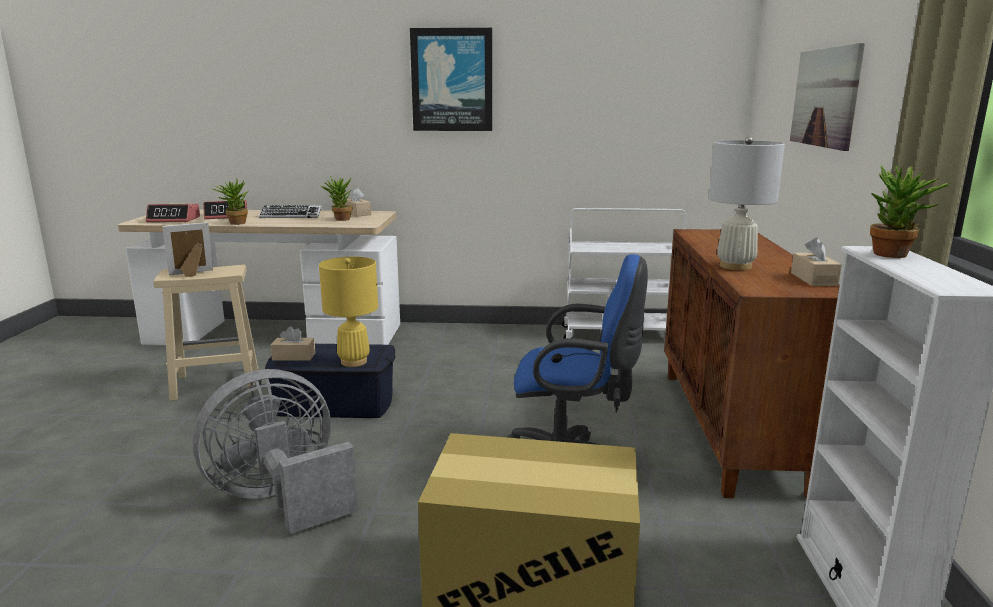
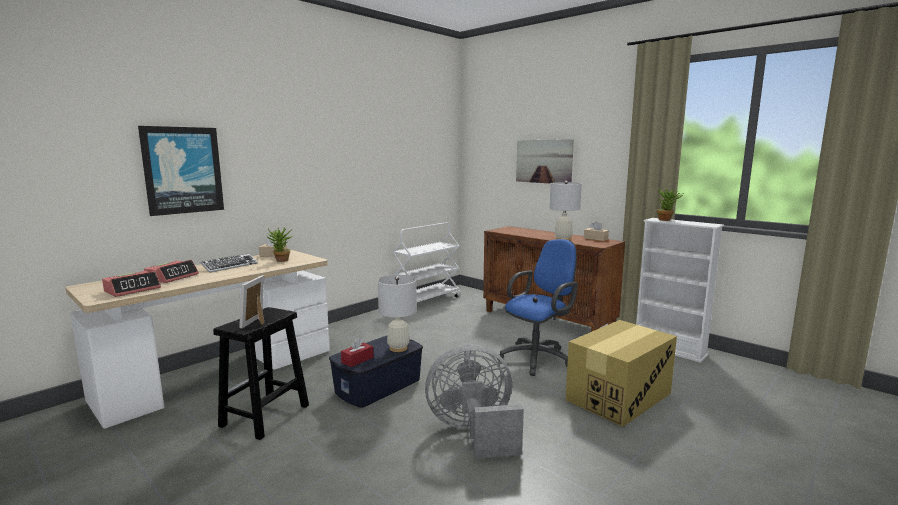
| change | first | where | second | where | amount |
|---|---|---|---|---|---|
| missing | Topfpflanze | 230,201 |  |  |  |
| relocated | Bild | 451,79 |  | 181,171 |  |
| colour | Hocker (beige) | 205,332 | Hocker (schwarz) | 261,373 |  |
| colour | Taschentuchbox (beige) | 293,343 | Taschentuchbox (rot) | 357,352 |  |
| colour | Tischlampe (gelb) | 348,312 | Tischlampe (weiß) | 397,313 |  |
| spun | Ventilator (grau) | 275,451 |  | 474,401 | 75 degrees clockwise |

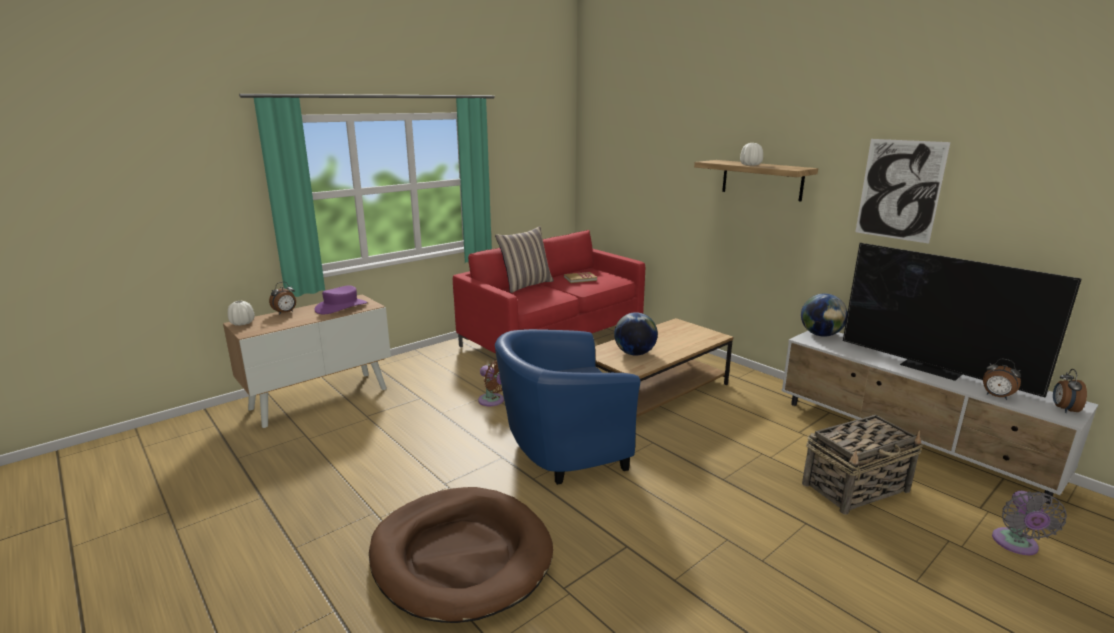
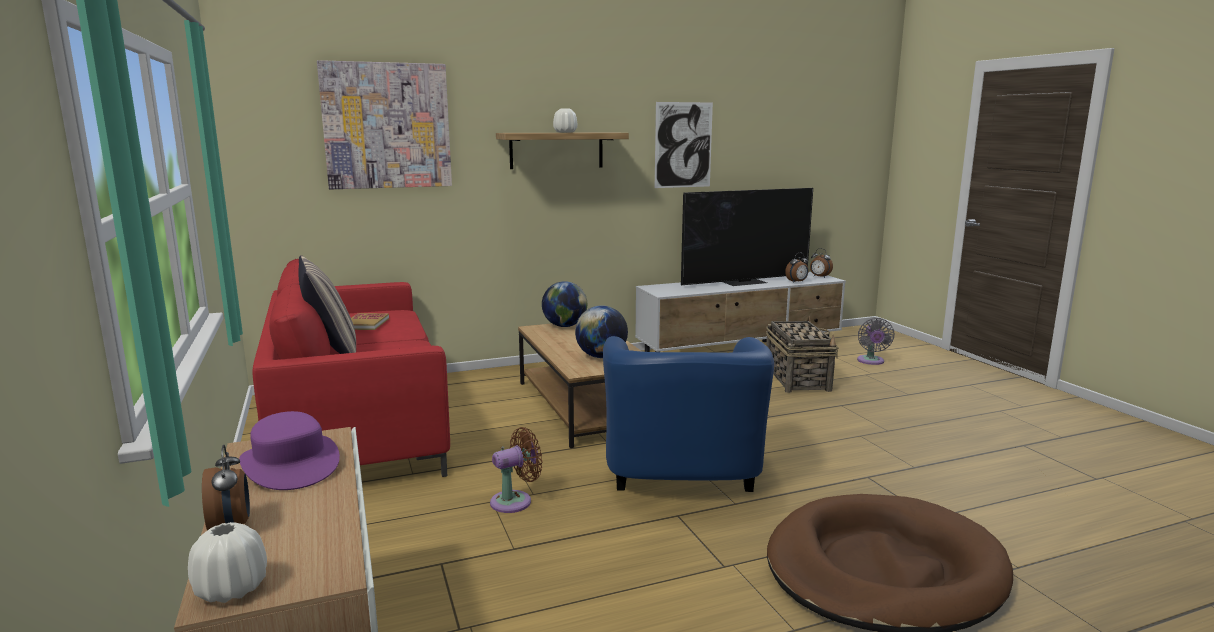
| change | first | where | second | where | amount |
|---|---|---|---|---|---|
| appeared |  |  | Bild | 384,124 |  |
| relocated | Globus | 824,315 |  | 564,304 |  |
| spun | Ventilator (grau) | 1029,523 |  | 875,341 | 60 degrees clockwise |

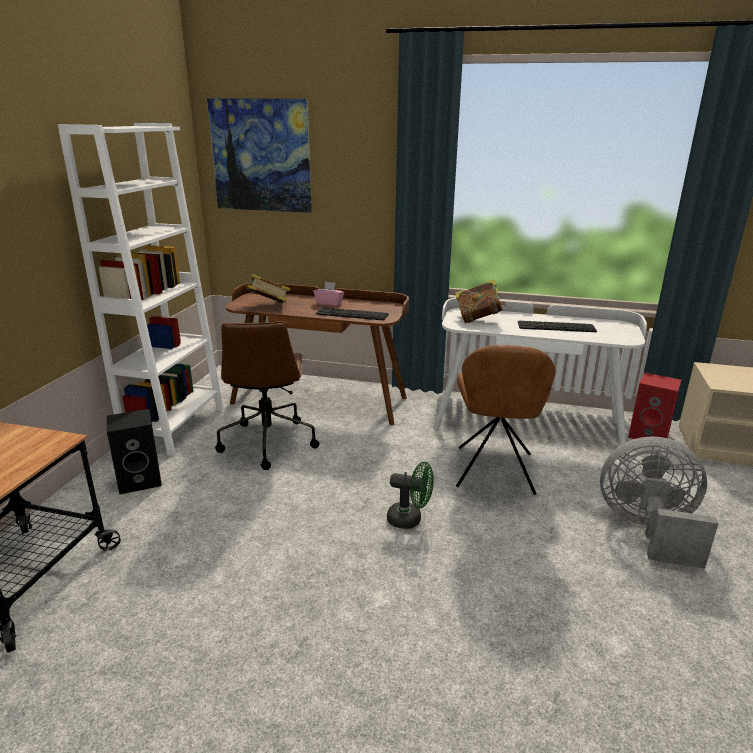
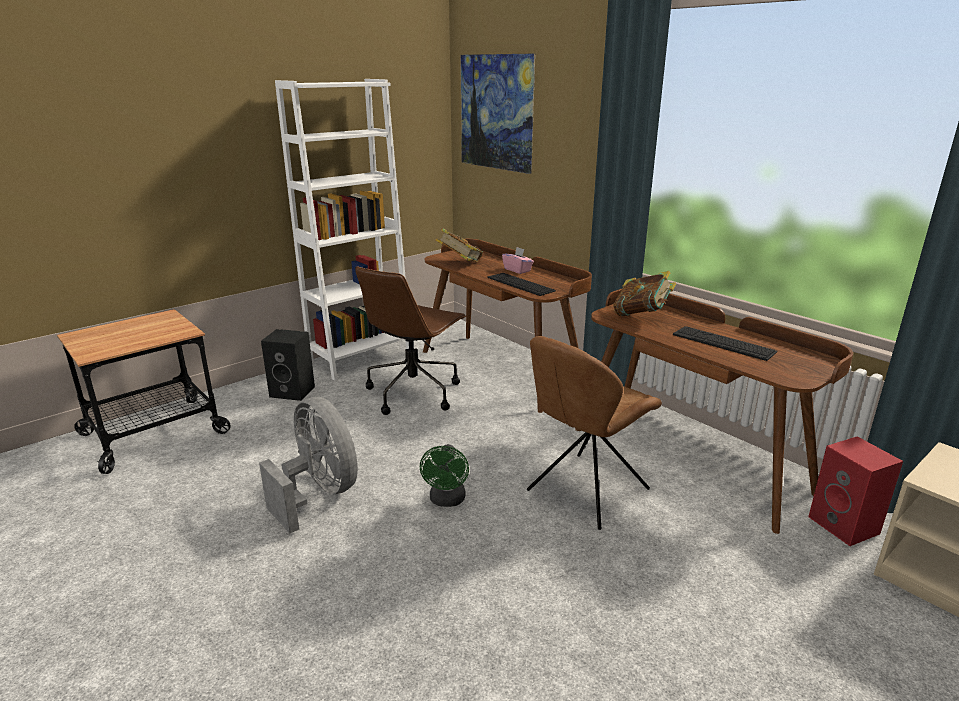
| change | first | where | second | where | amount |
|---|---|---|---|---|---|
| relocated | Ventilator (grau) | 659,502 |  | 308,465 |  |
| colour | Schreibtisch (weiß) | 540,376 | Schreibtisch (braun) | 714,411 |  |
| spun | Ventilator (grün) | 410,495 |  | 444,475 | 45 degrees clockwise |

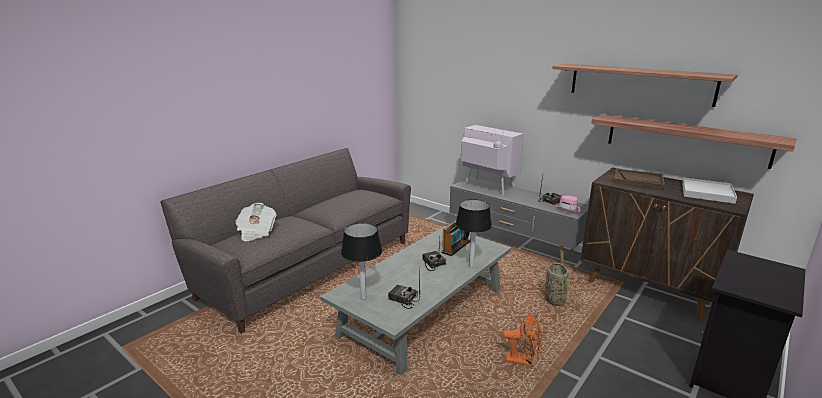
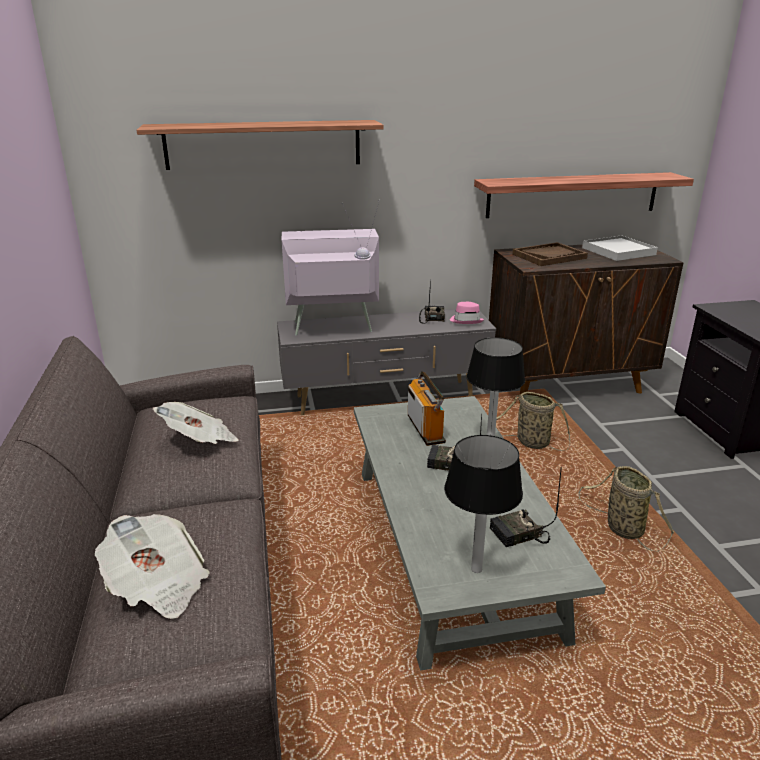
| change | first | where | second | where | amount |
|---|---|---|---|---|---|
| appeared |  |  | Zeitung | 196,423 |  |
| relocated | Wandregal | 644,85 |  | 260,145 |  |
| exchanged | Ventilator (orange) | 522,340 | Korb | 626,509 |  |

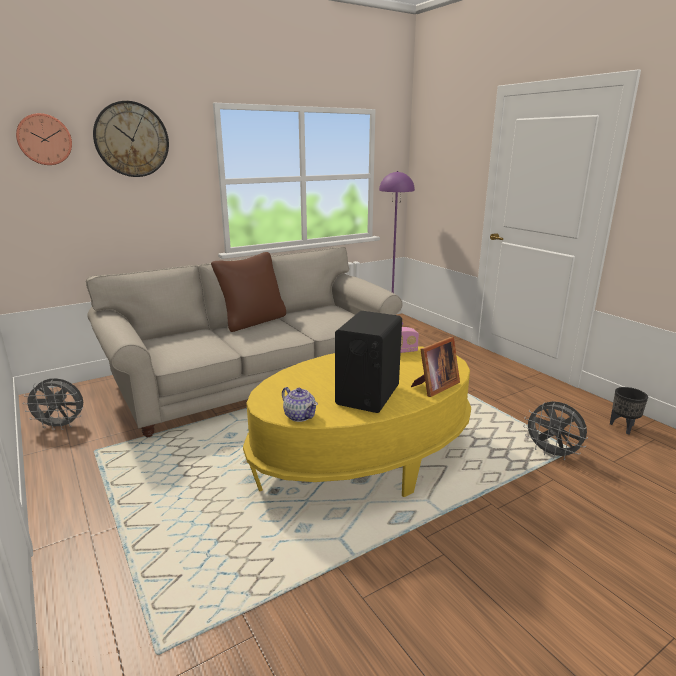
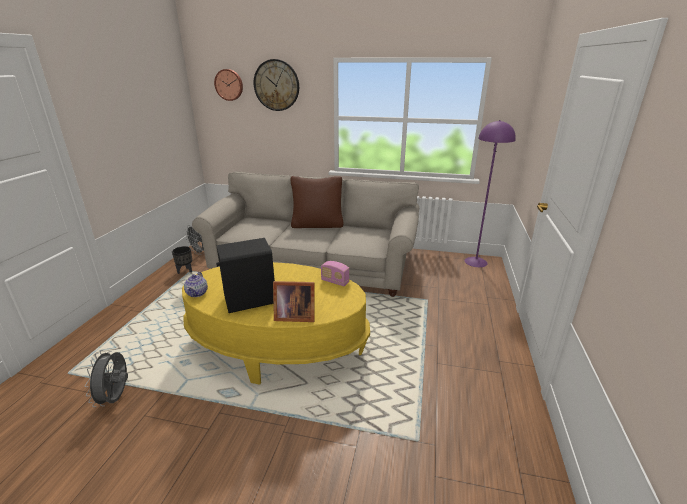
| change | first | where | second | where | amount |
|---|---|---|---|---|---|
| relocated | Ventilator (grau) | 555,430 |  | 106,378 |  |
| relocated | Pflanzkübel (schwarz) | 629,410 |  | 182,260 |  |

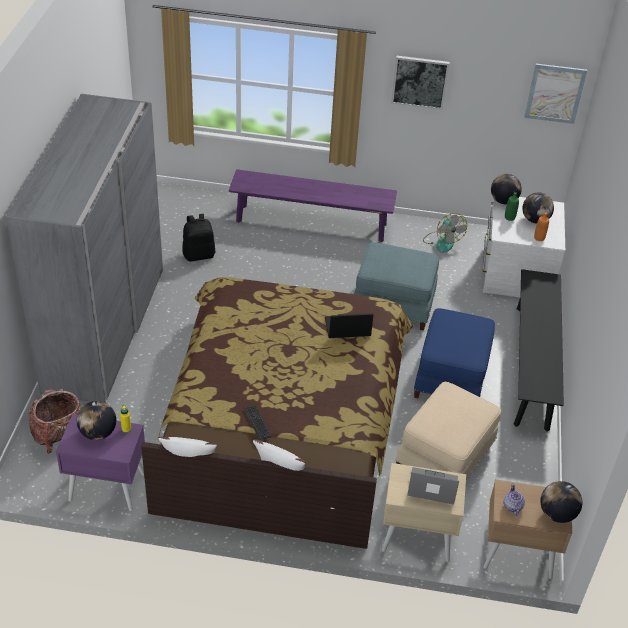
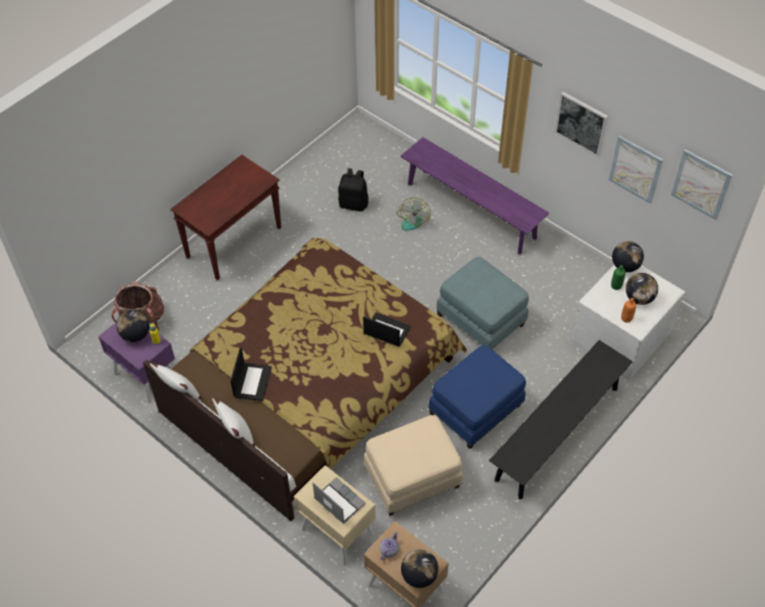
| change | first | where | second | where | amount |
|---|---|---|---|---|---|
| appeared |  |  | Bild | 635,170 |  |
| relocated | Ventilator | 445,233 |  | 414,214 |  |
| exchanged | Kleiderschrank (grau) | 84,248 | Konsolentisch (braun) | 225,217 |  |
| exchanged | Tastatur | 258,422 | Laptop | 251,374 |  |

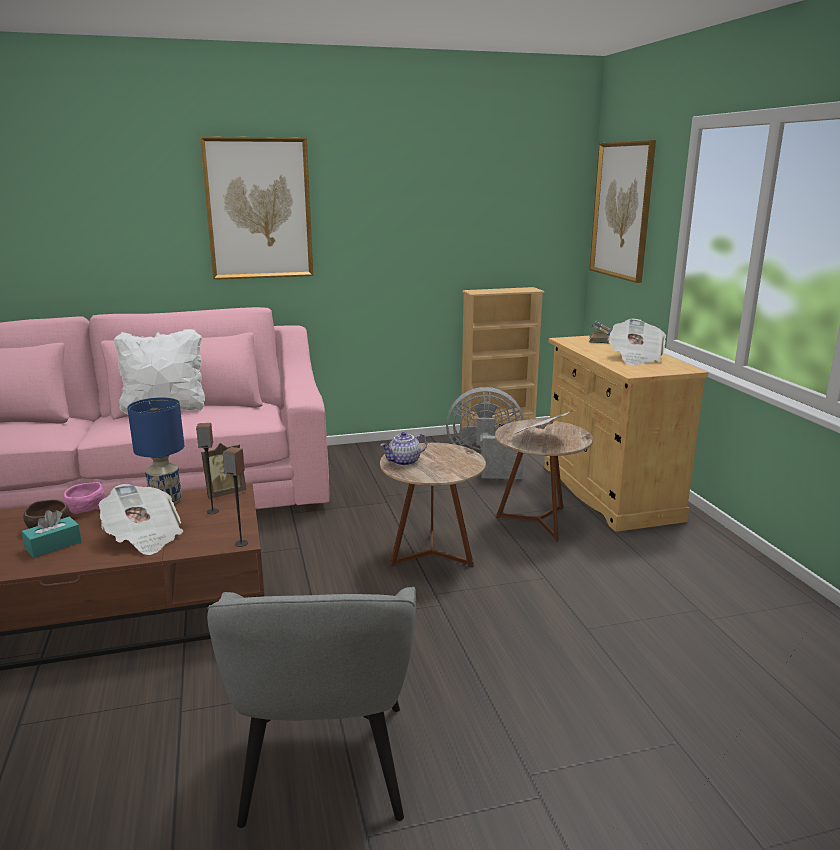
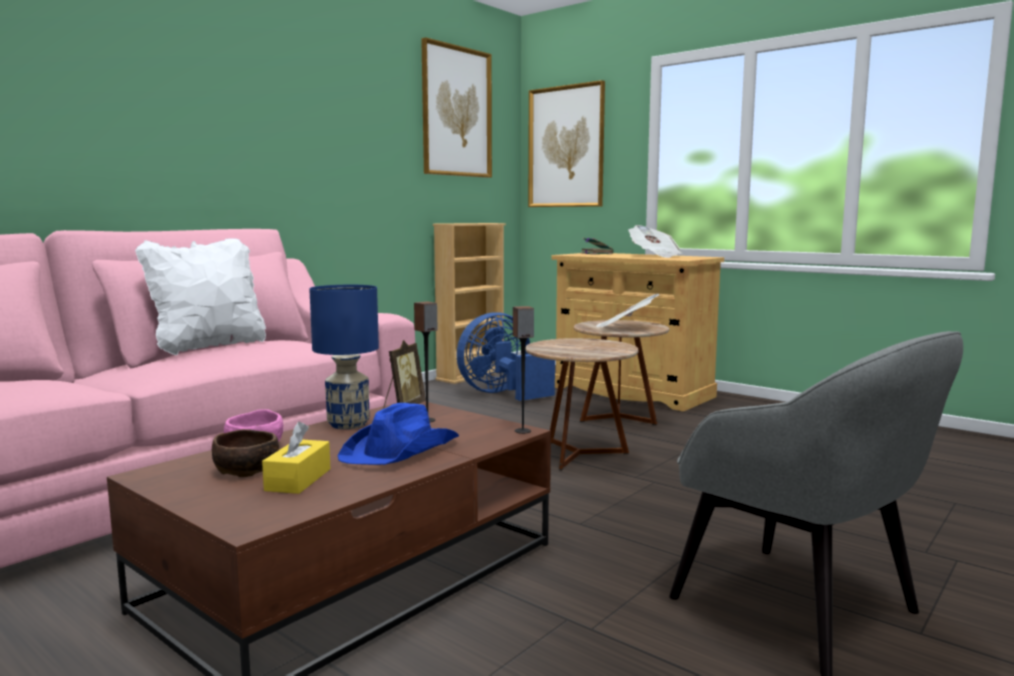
| change | first | where | second | where | amount |
|---|---|---|---|---|---|
| missing | Teekanne | 403,449 |  |  |  |
| relocated | Bild | 256,208 |  | 456,107 |  |
| exchanged | Zeitung | 141,519 | Hut (blau) | 398,434 |  |
| colour | Taschentuchbox (türkis) | 51,534 | Taschentuchbox (gelb) | 296,458 |  |
| colour | Ventilator (grau) | 485,433 | Ventilator (blau) | 505,356 |  |

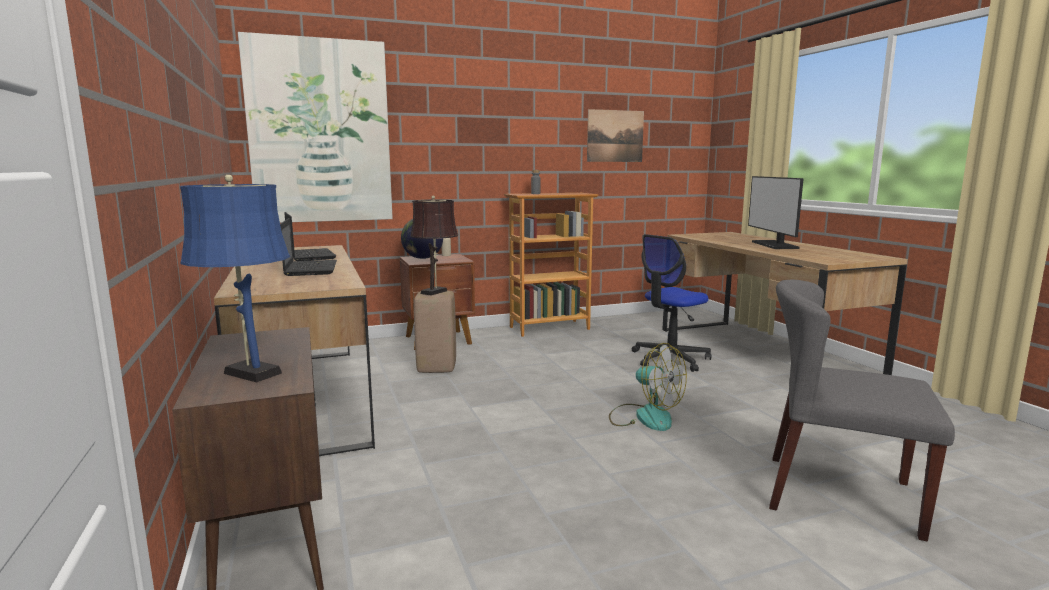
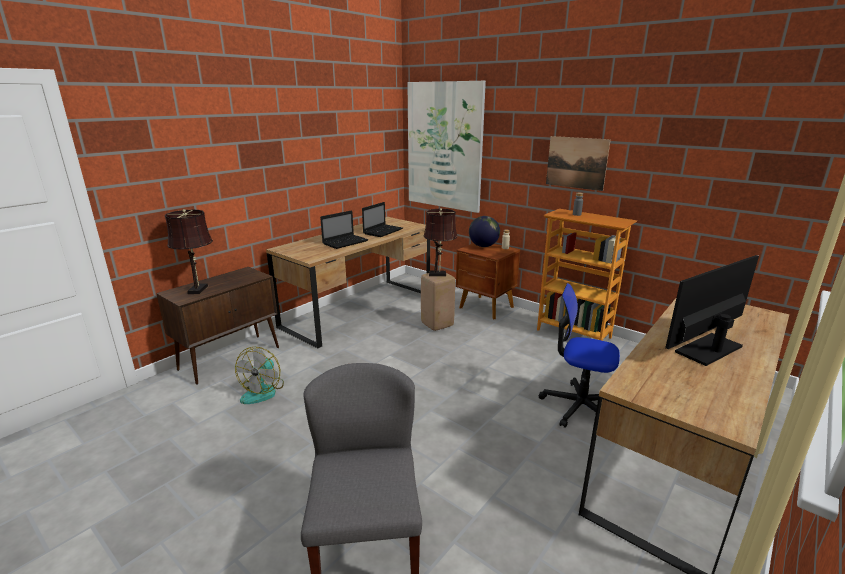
| change | first | where | second | where | amount |
|---|---|---|---|---|---|
| relocated | Bild | 615,135 |  | 578,163 |  |
| relocated | Ventilator | 648,387 |  | 259,375 |  |
| colour | Tischlampe (blau) | 235,278 | Tischlampe (braun) | 189,251 |  |

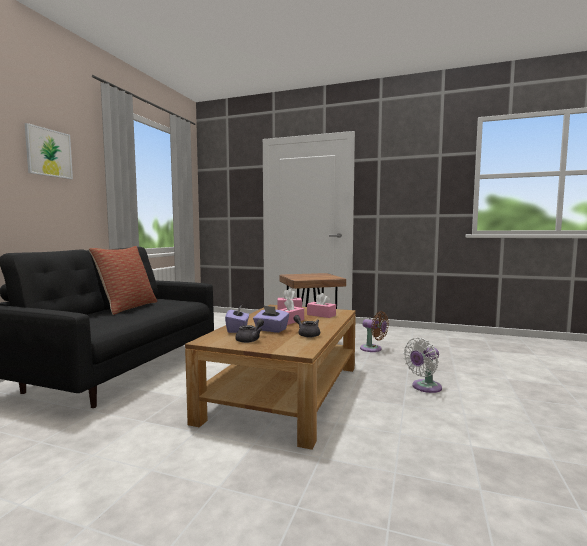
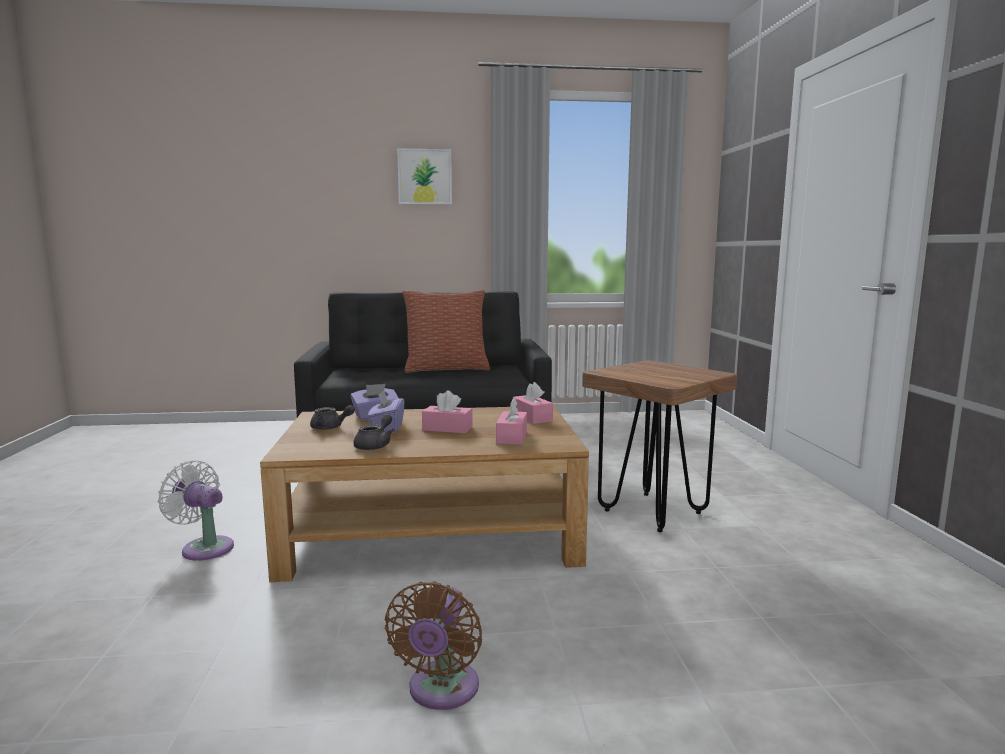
| change | first | where | second | where | amount |
|---|---|---|---|---|---|
| relocated | Ventilator (braun) | 374,331 |  | 433,645 |  |
| relocated | Ventilator (weiß) | 422,365 |  | 196,510 |  |

